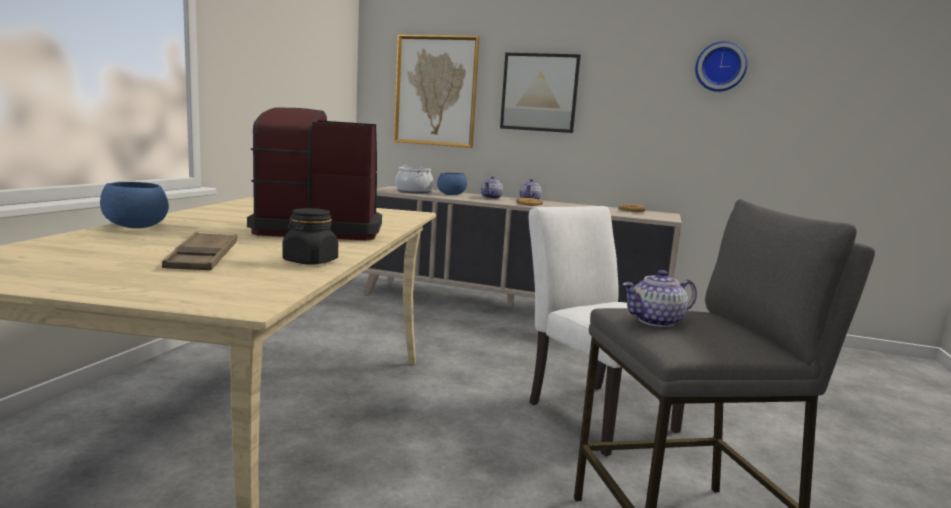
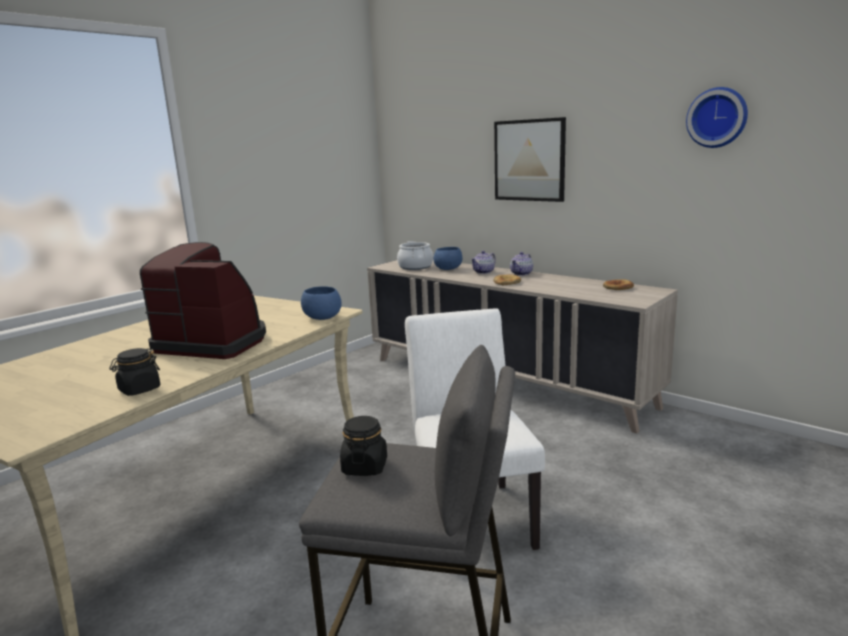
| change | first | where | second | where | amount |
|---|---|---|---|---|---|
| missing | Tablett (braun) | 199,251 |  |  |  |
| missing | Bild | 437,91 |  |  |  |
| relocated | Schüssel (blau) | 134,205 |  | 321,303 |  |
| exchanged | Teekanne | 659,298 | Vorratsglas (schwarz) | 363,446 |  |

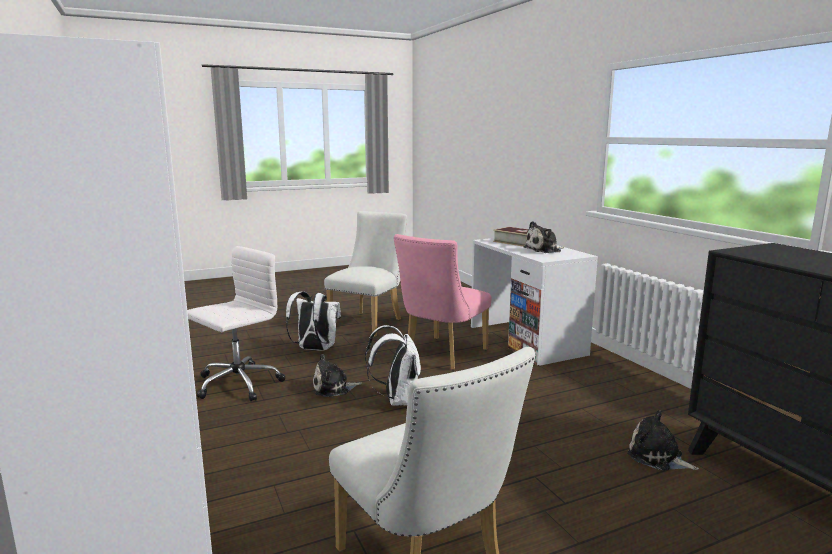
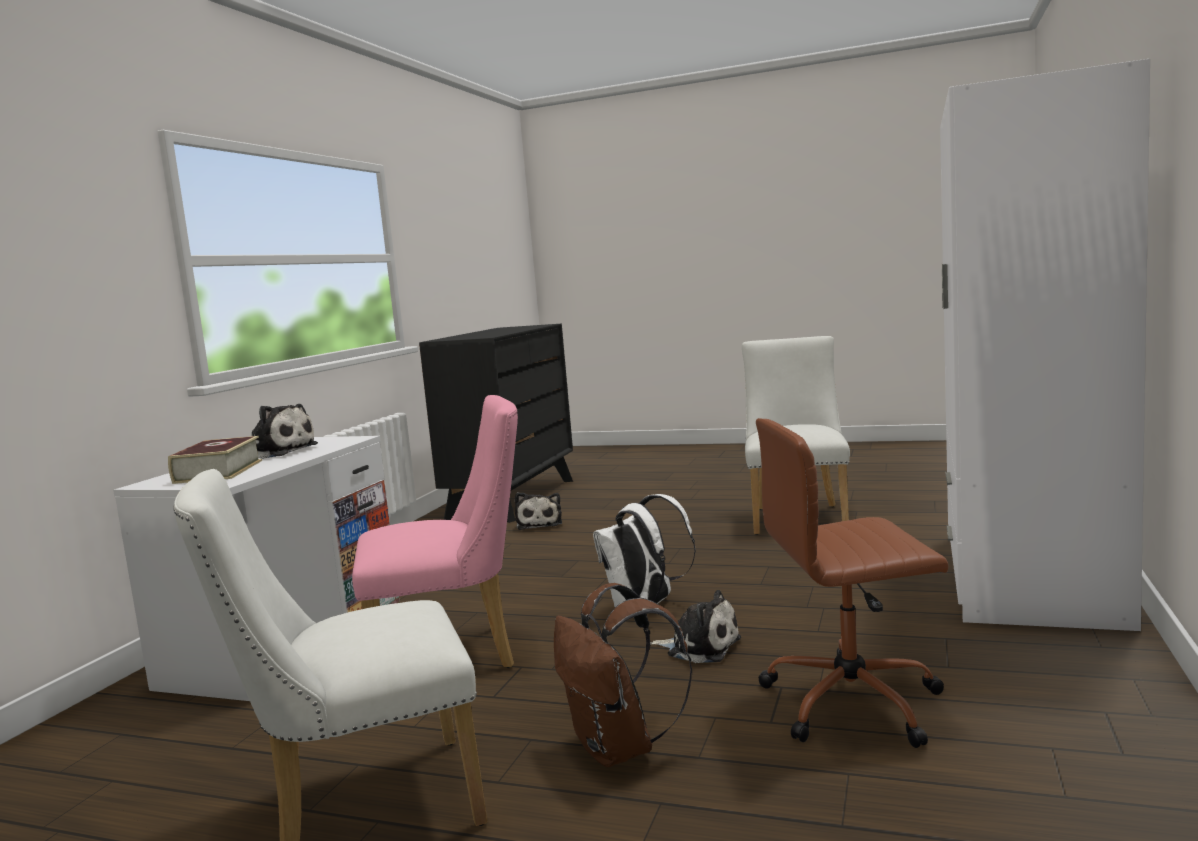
| change | first | where | second | where | amount |
|---|---|---|---|---|---|
| colour | Bürostuhl (weiß) | 236,324 | Bürostuhl (braun) | 852,583 |  |
| colour | Rucksack (weiß) | 313,321 | Rucksack (braun) | 623,675 |  |

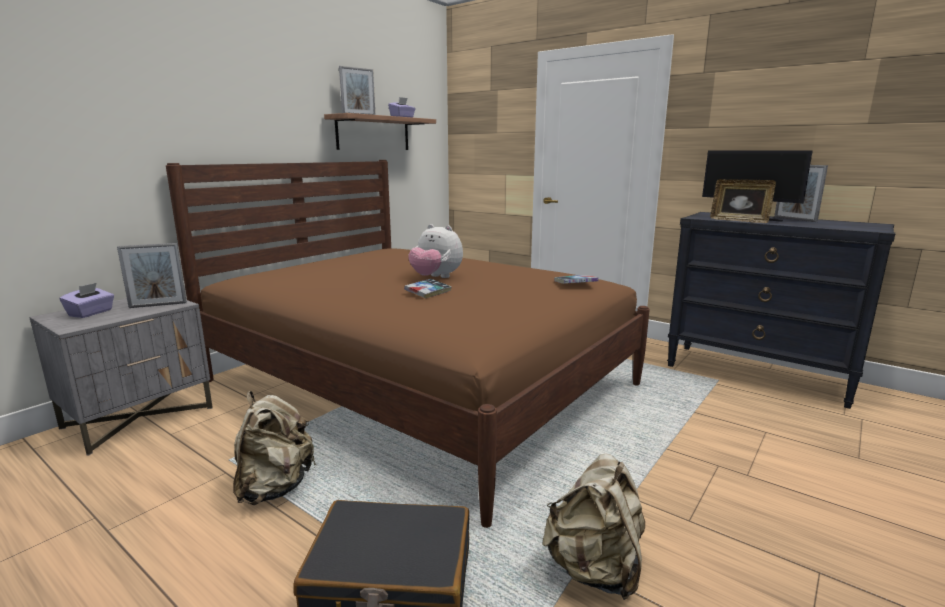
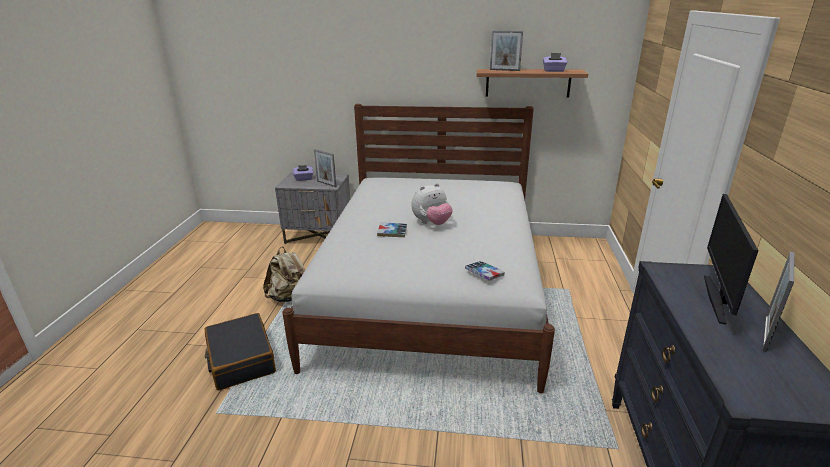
| change | first | where | second | where | amount |
|---|---|---|---|---|---|
| missing | Rucksack (beige) | 593,527 |  |  |  |
| missing | Bilderrahmen | 743,201 |  |  |  |
| colour | Bett (braun) | 408,344 | Bett (weiß) | 418,248 |  |
| spun | Plüschtier | 435,251 |  | 432,204 | 120 degrees counterclockwise |

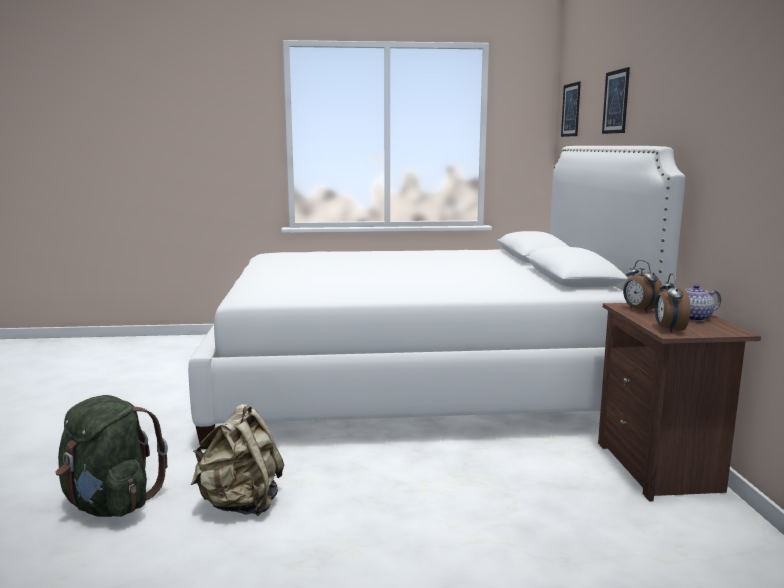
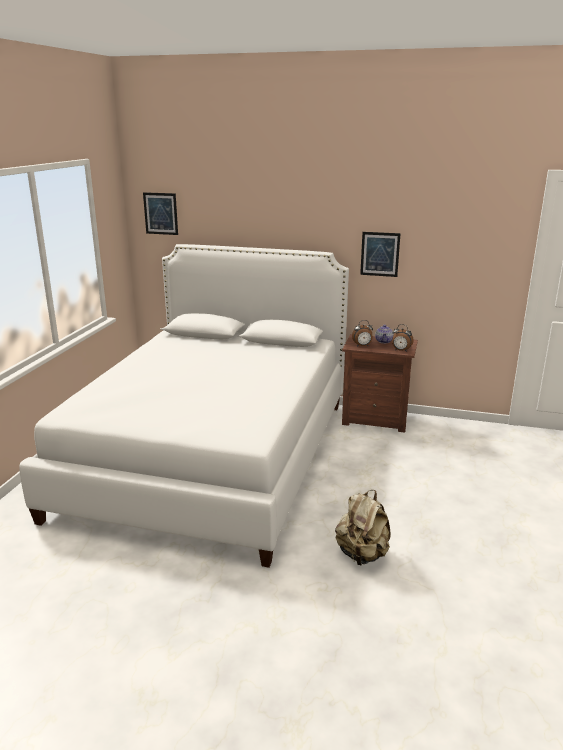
| change | first | where | second | where | amount |
|---|---|---|---|---|---|
| missing | Rucksack (grün) | 111,456 |  |  |  |
| relocated | Bild | 616,100 |  | 380,254 |  |

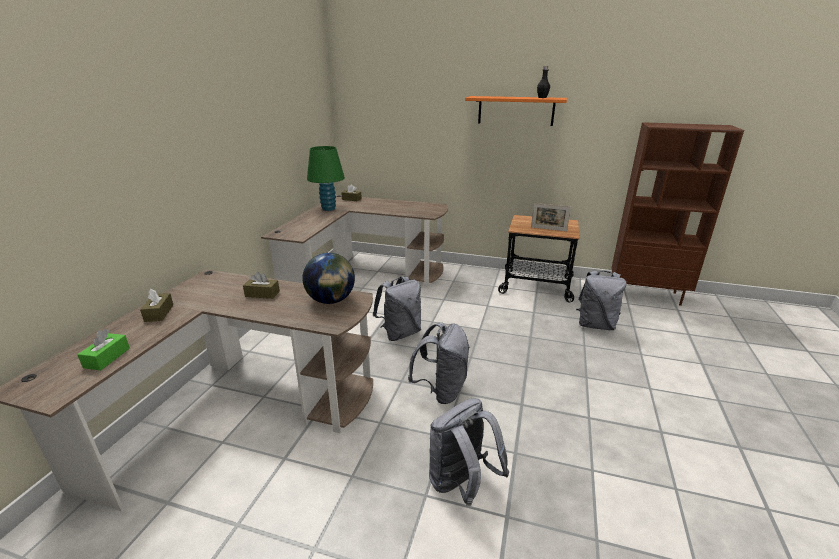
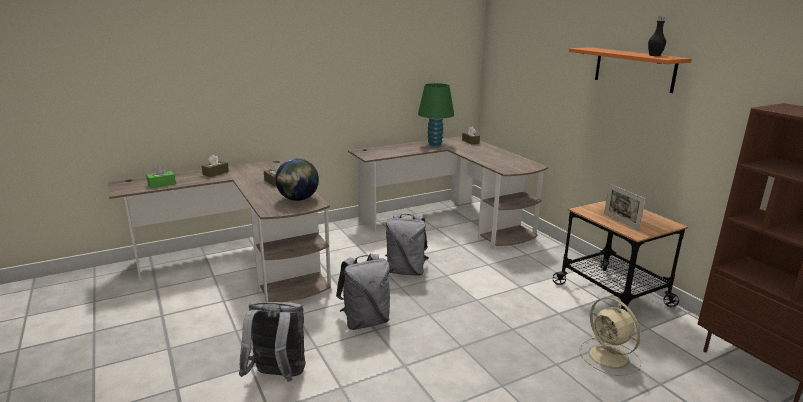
| change | first | where | second | where | amount |
|---|---|---|---|---|---|
| exchanged | Rucksack (grau) | 601,300 | Ventilator (beige) | 610,336 |  |

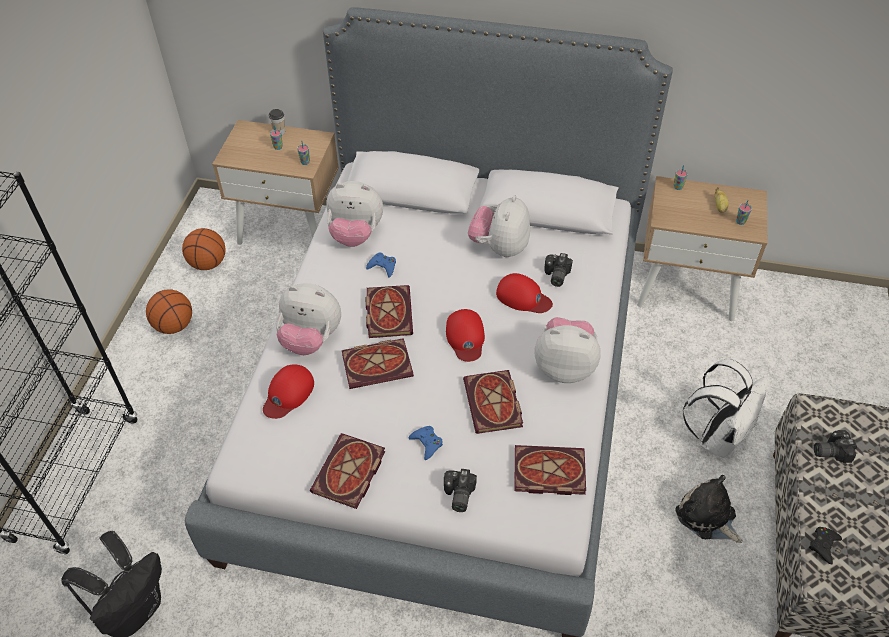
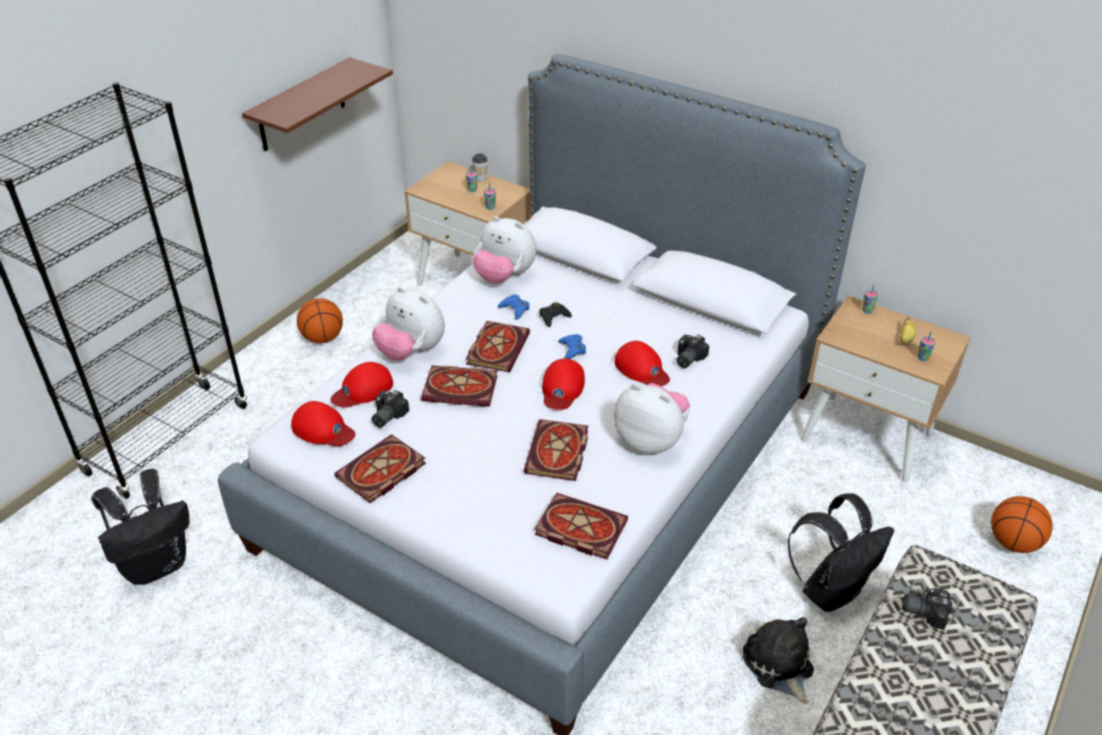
| change | first | where | second | where | amount |
|---|---|---|---|---|---|
| missing | Plüschtier | 499,226 |  |  |  |
| appeared |  |  | Wandregal (braun) | 317,104 |  |
| appeared |  |  | Kappe (rot) | 323,423 |  |
| relocated | Basketball | 204,249 |  | 1022,524 |  |
| relocated | Gamepad (blau) | 426,443 |  | 572,346 |  |
| relocated | Kamera | 460,490 |  | 390,409 |  |
| relocated | Gamepad (schwarz) | 825,545 |  | 555,314 |  |
| colour | Rucksack (weiß) | 725,408 | Rucksack (schwarz) | 841,552 |  |

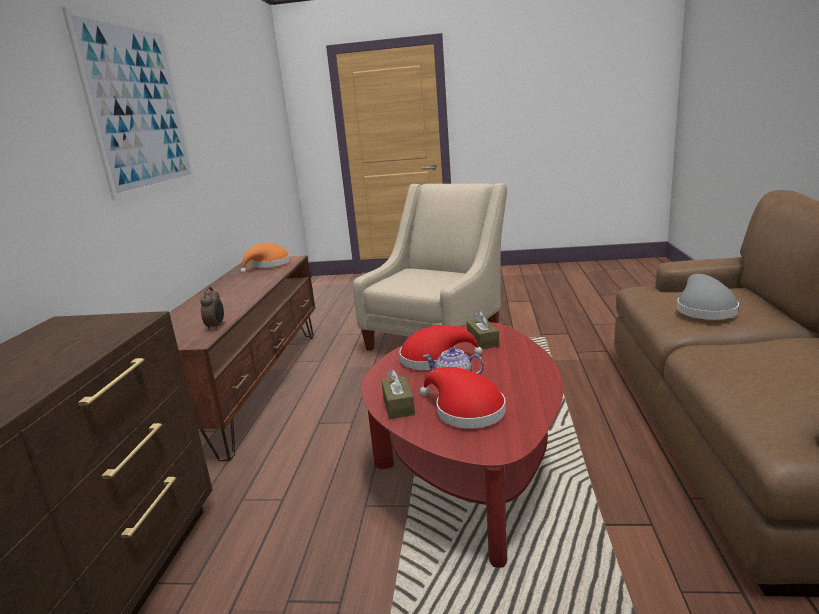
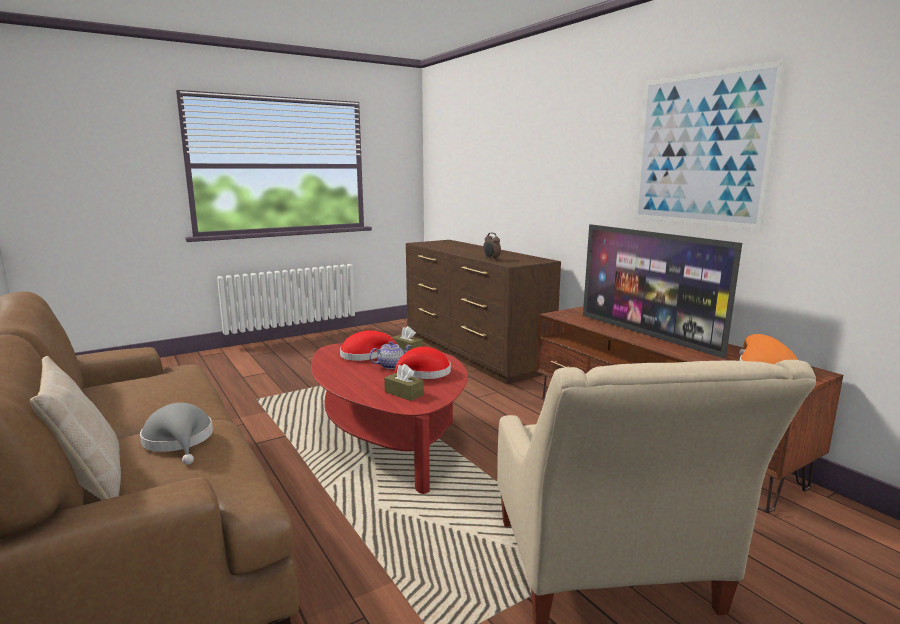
| change | first | where | second | where | amount |
|---|---|---|---|---|---|
| appeared |  |  | Kissen (beige) | 75,428 |  |
| appeared |  |  | Fernseher | 662,291 |  |
| relocated | Wecker | 212,308 |  | 492,247 |  |

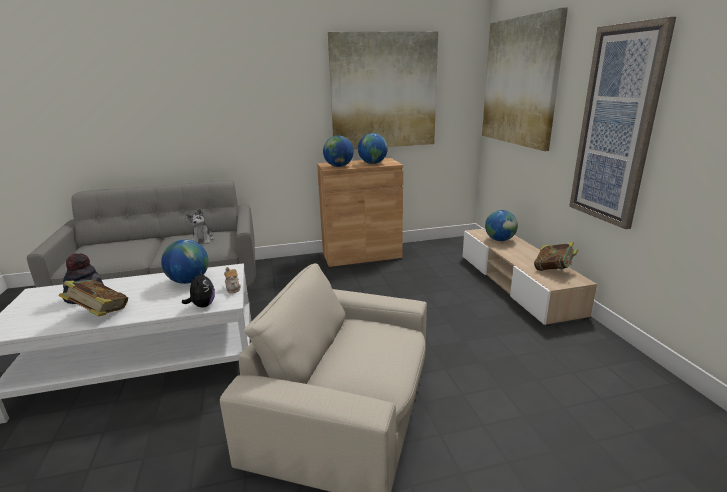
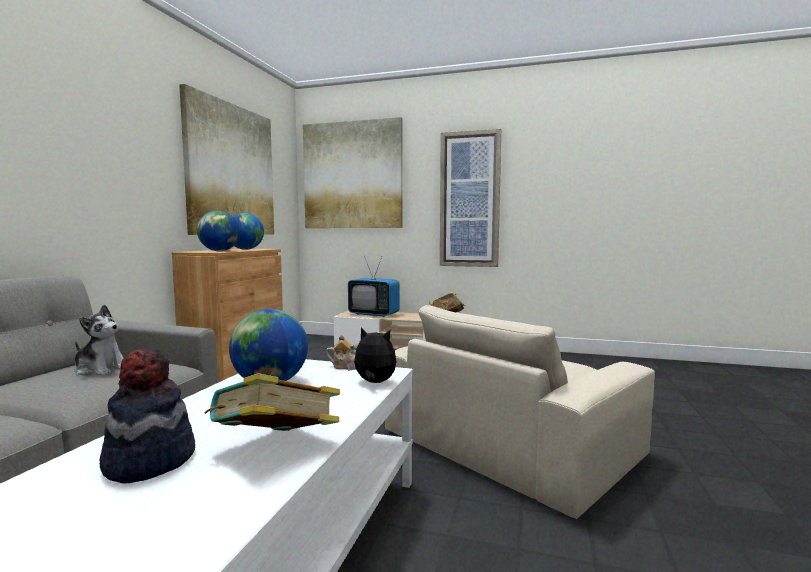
| change | first | where | second | where | amount |
|---|---|---|---|---|---|
| exchanged | Globus | 501,225 | Fernseher | 374,286 |  |

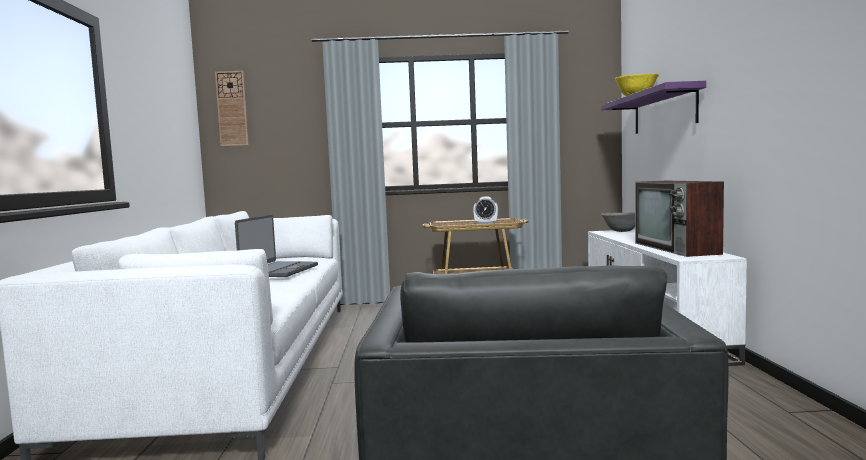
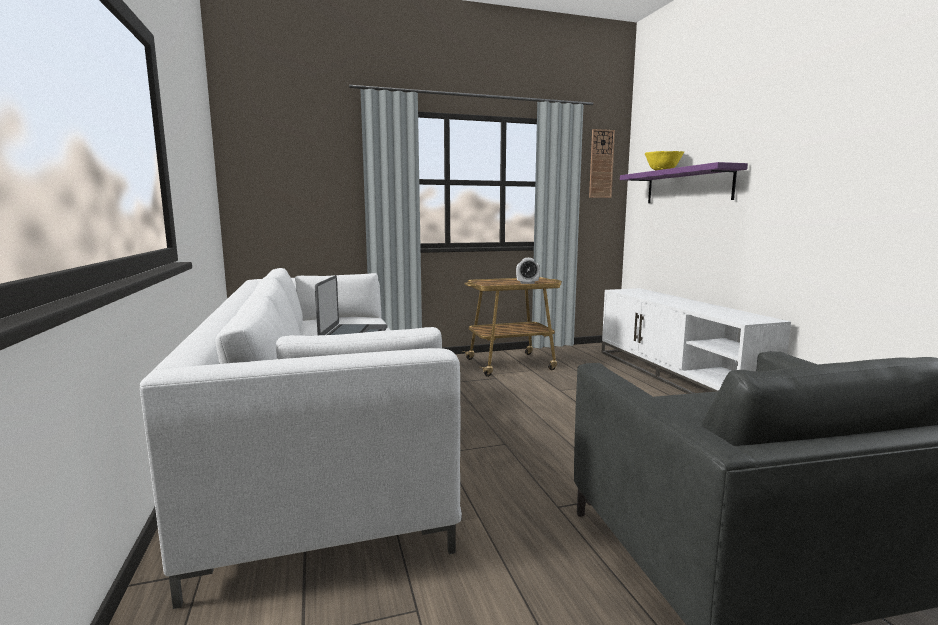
| change | first | where | second | where | amount |
|---|---|---|---|---|---|
| missing | Schüssel (grau) | 618,222 |  |  |  |
| missing | Fernseher | 679,219 |  |  |  |
| relocated | Wanduhr | 232,108 |  | 602,163 |  |

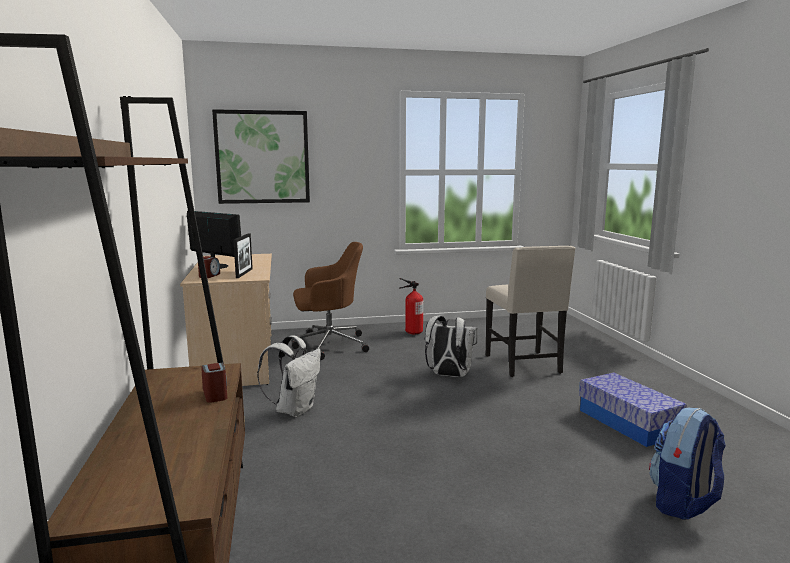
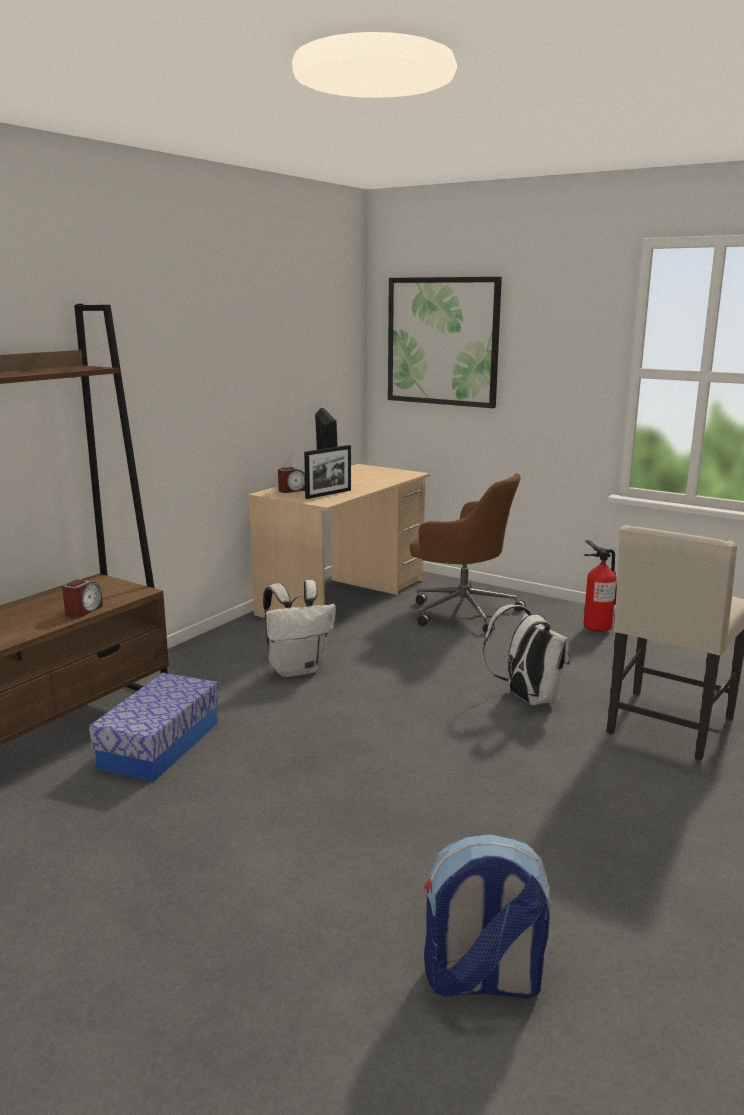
| change | first | where | second | where | amount |
|---|---|---|---|---|---|
| relocated | Aufbewahrungsbox | 633,410 |  | 154,727 |  |

